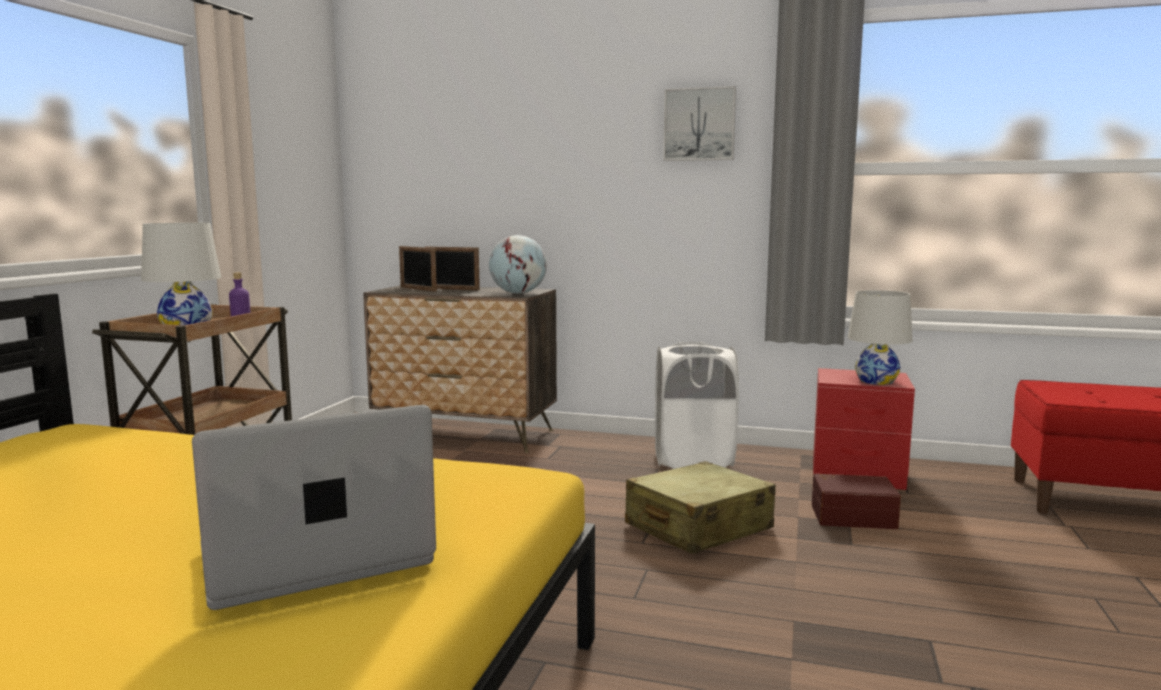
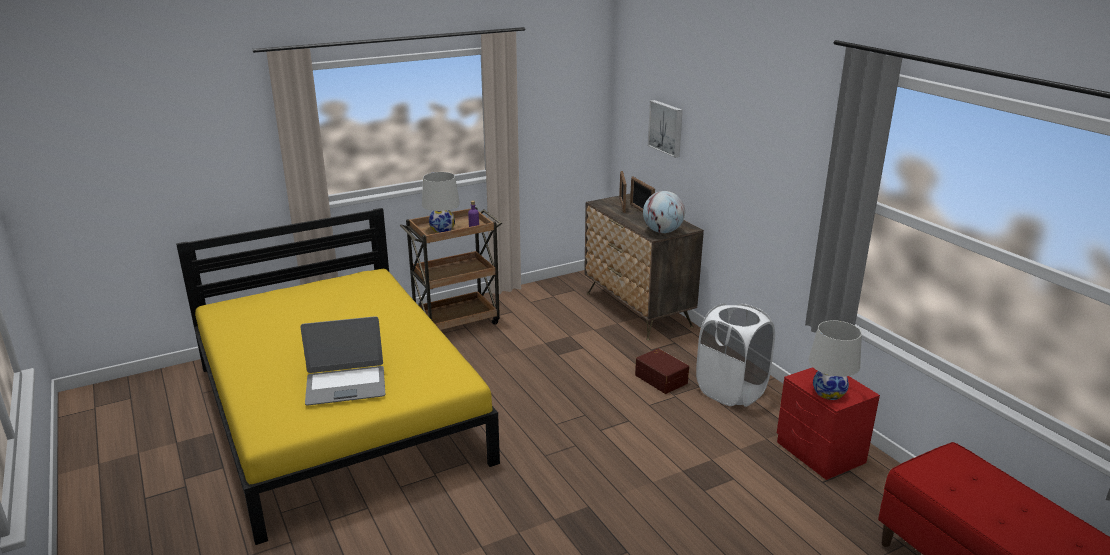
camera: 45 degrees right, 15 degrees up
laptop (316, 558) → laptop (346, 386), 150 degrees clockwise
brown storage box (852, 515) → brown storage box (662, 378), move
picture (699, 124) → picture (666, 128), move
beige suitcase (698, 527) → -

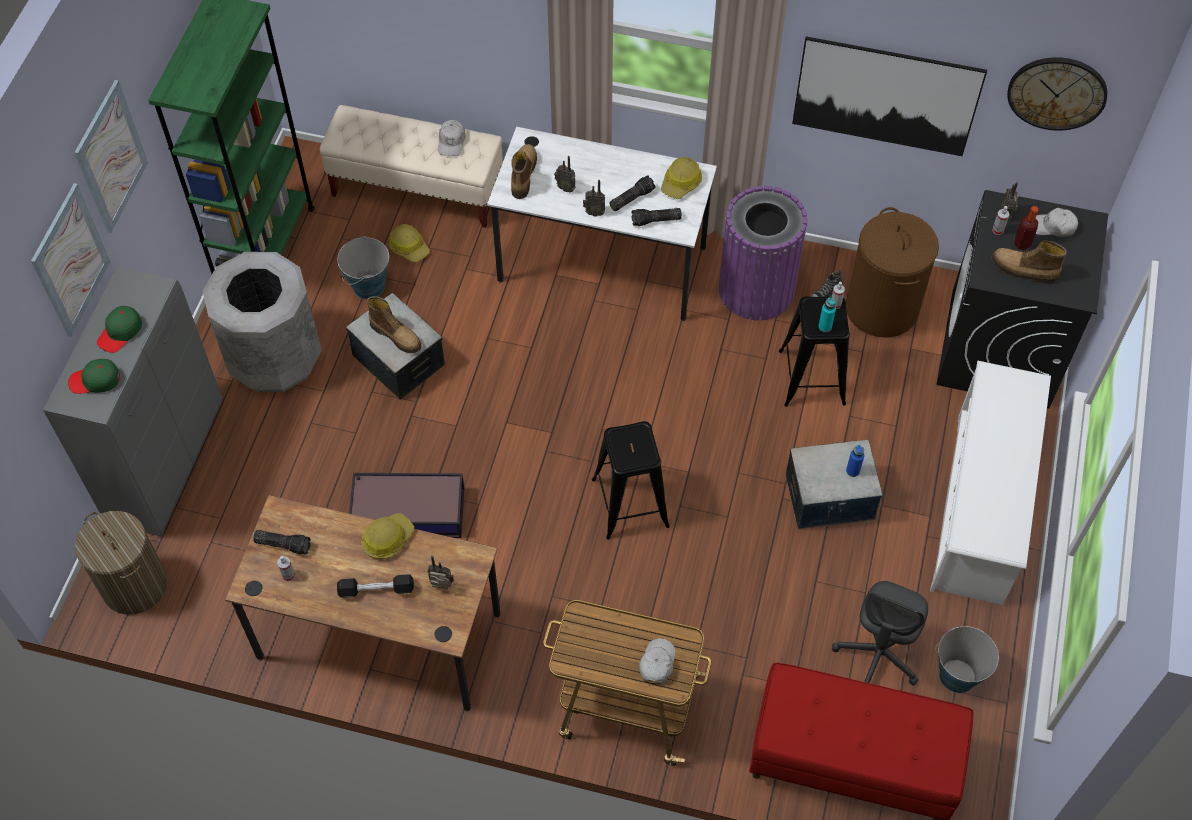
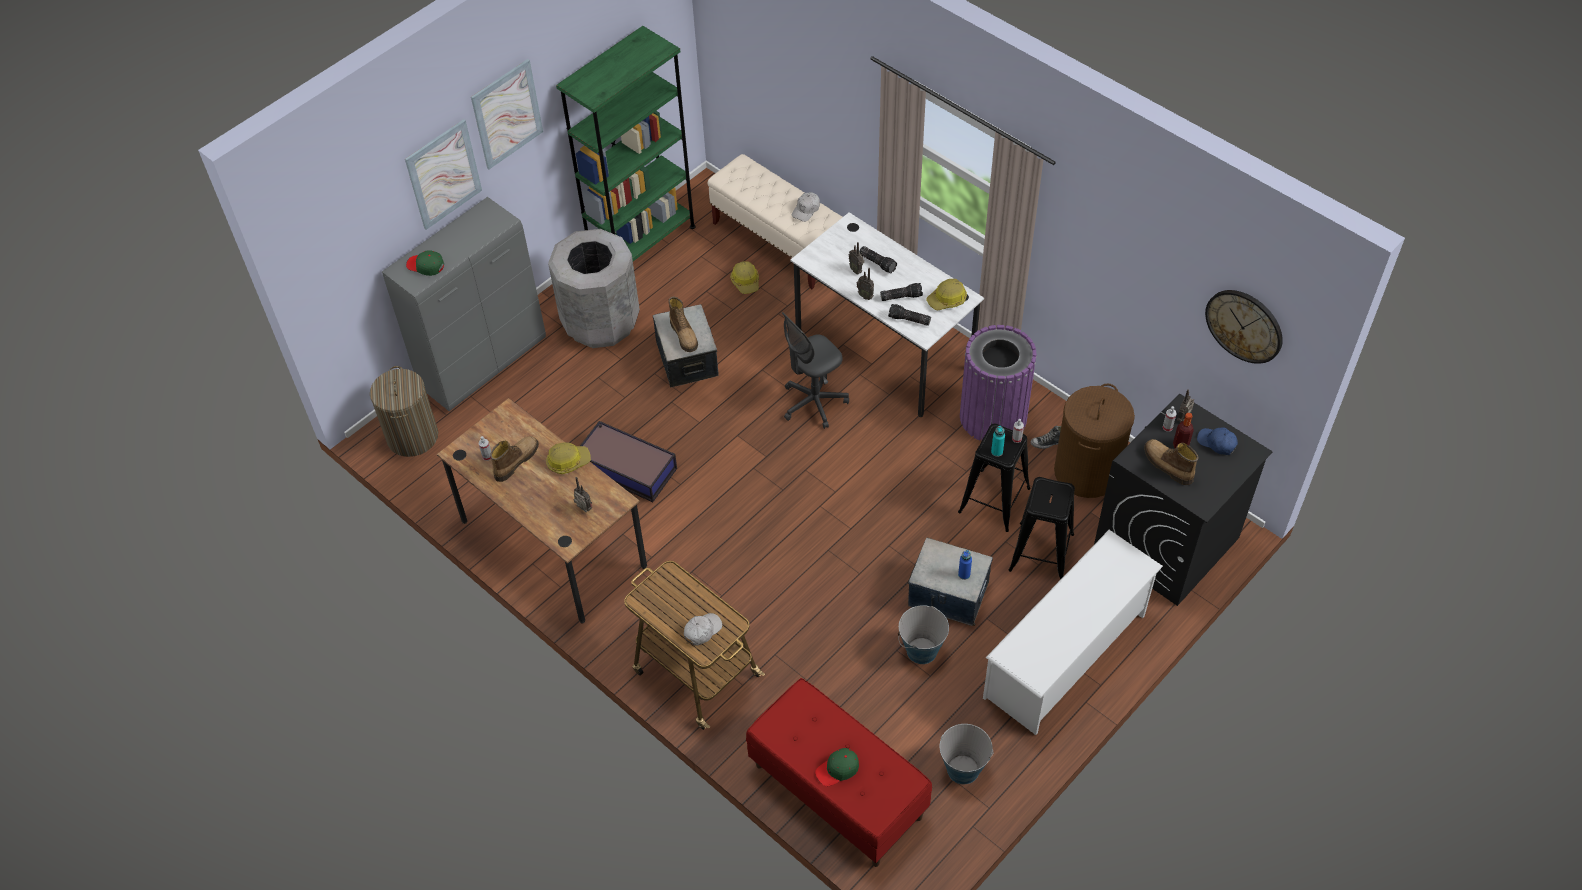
camera: 30 degrees right, 5 degrees down
boot (522, 174) → boot (515, 461), move
grey office chair (878, 656) → grey office chair (814, 403), move
green cap (120, 332) → green cap (837, 769), move
flashlight (283, 544) → flashlight (878, 263), move
bucket (369, 286) → bucket (921, 650), move
black stool (630, 503) → black stool (1041, 552), move
white cap (1053, 227) → blue cap (1217, 443)
black dumbbell (376, 590) → -
picture (886, 96) → -

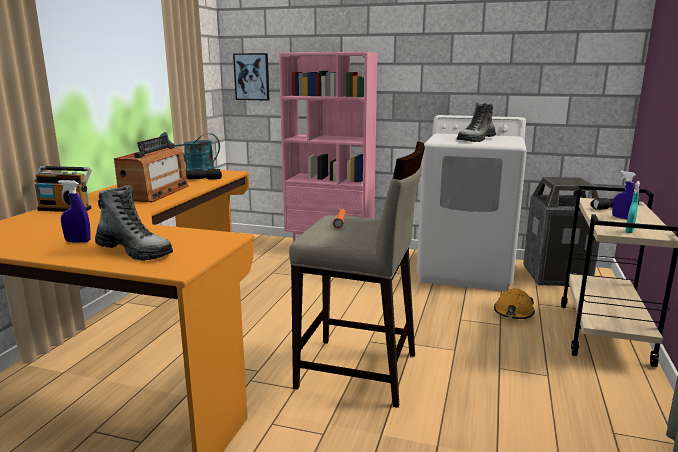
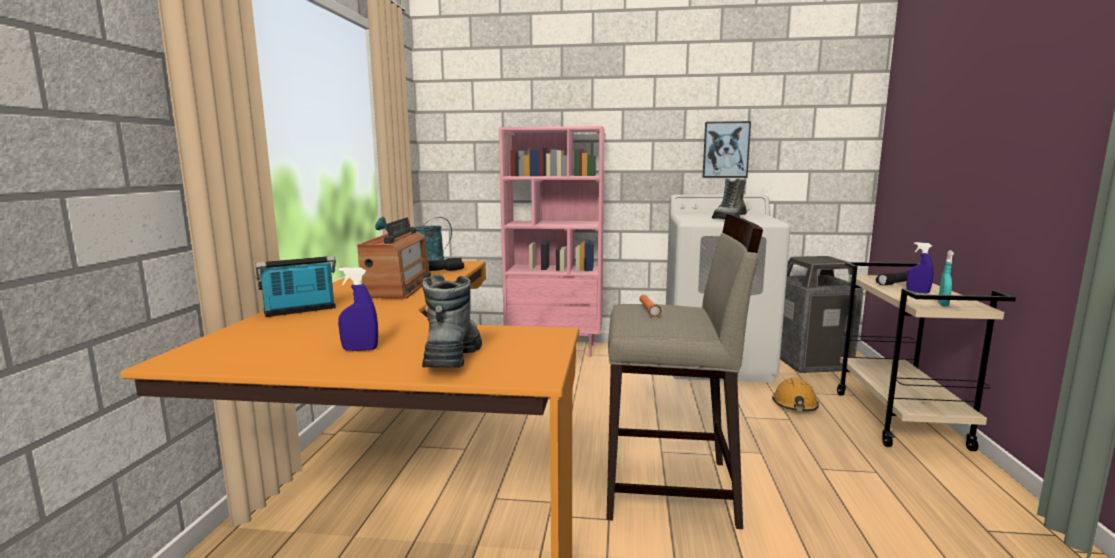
camera: 10 degrees left, 5 degrees down
radio (66, 209) → radio (300, 311), 150 degrees clockwise
boot (135, 251) → boot (453, 357), 105 degrees counterclockwise
picture (252, 76) → picture (725, 149), move

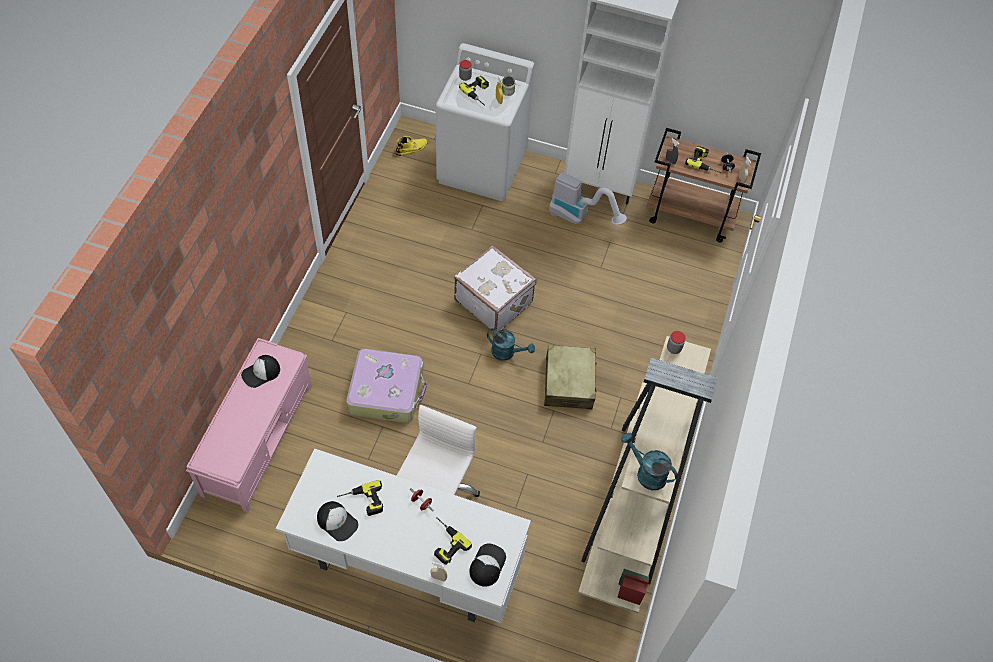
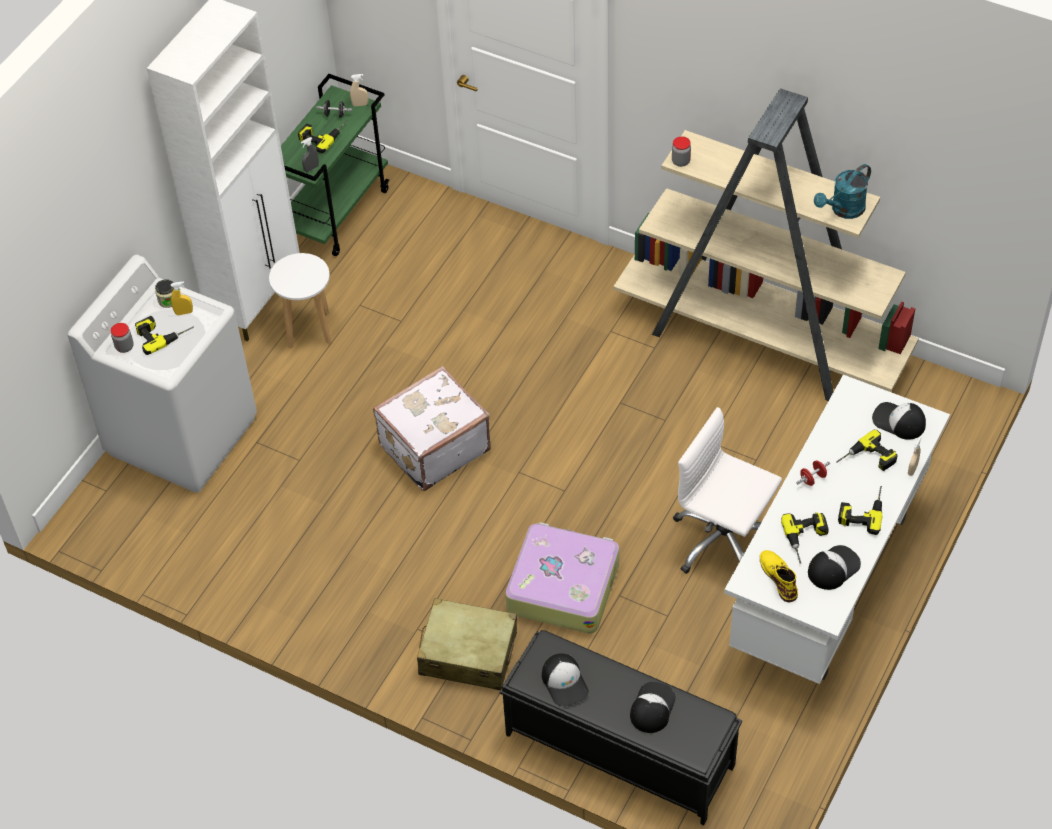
camera: 75 degrees left, 5 degrees down
vacuum cleaner (580, 217) → white stool (308, 331)
brown cart (691, 215) → green cart (335, 212)
beige suitcase (569, 382) → beige suitcase (468, 653), move
pink bench (258, 438) → black bench (618, 749)
- → cap (652, 707)
yellow boot (412, 148) → yellow boot (778, 576), move
- → power drill (861, 509)
turquoise watering can (507, 352) → -

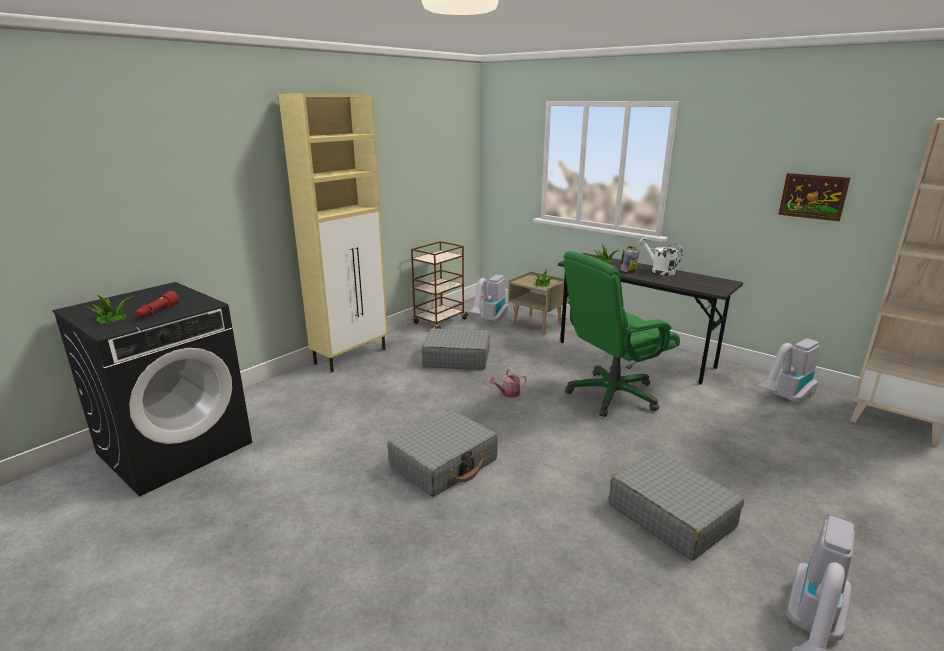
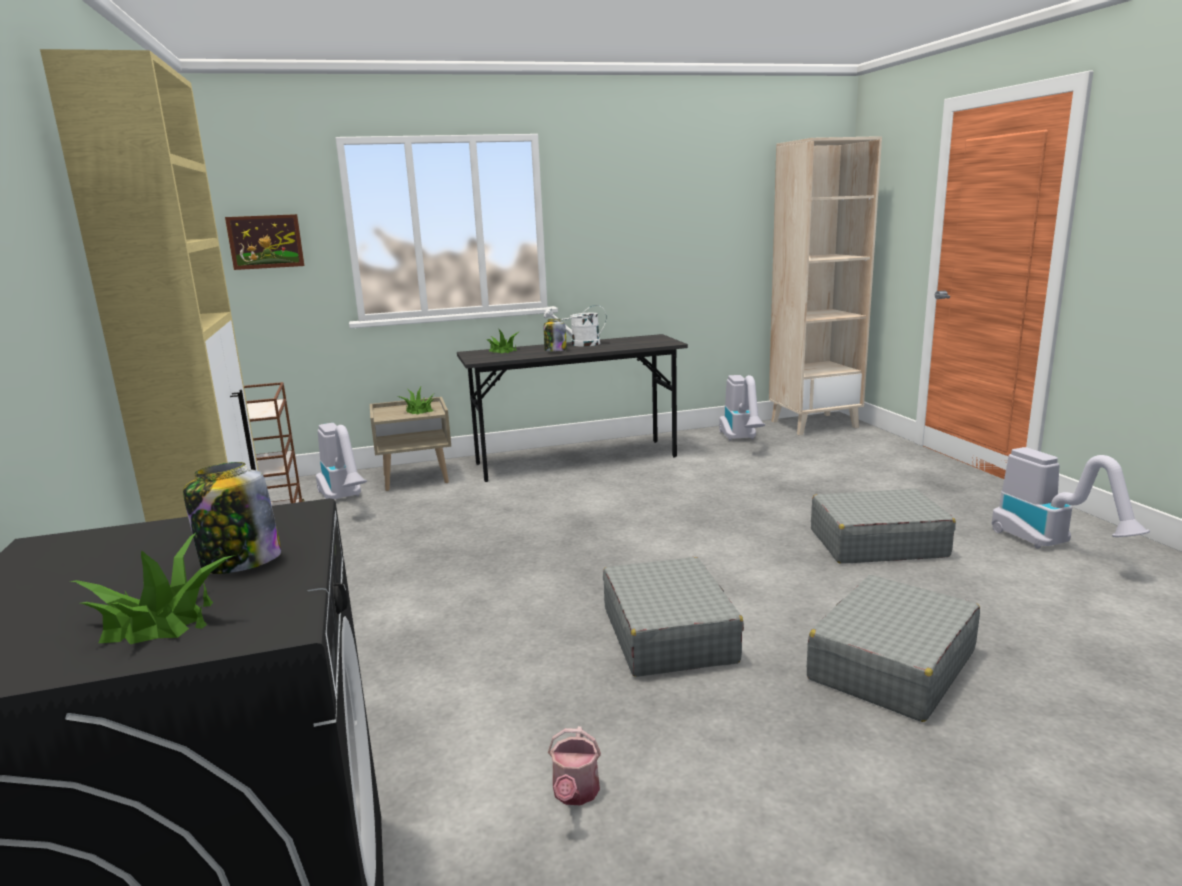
camera: 55 degrees left, 5 degrees down
red flashlight (158, 312) → jar (240, 562)
picture (813, 196) → picture (265, 242), move
watering can (508, 393) → watering can (575, 794), move
grey suitcase (456, 358) → grey suitcase (891, 665), move
green office chair (612, 395) → -

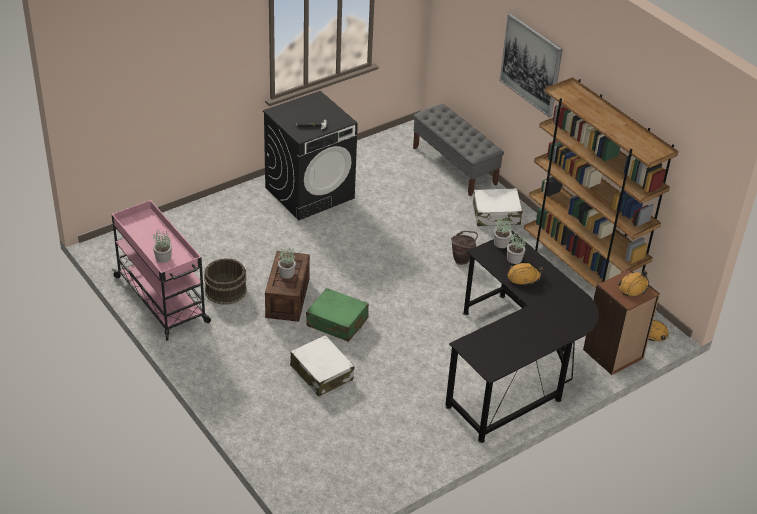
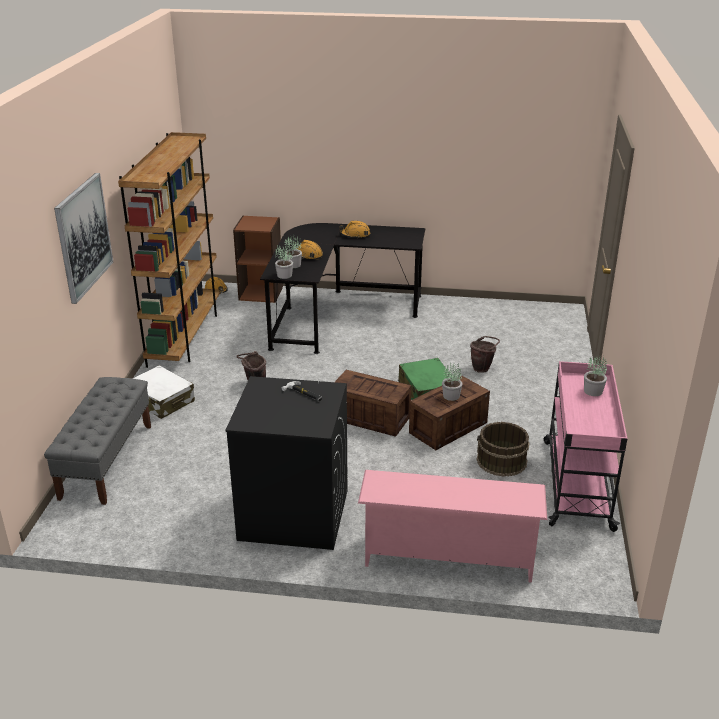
camera: 135 degrees left, 10 degrees down
- → crate (369, 417)
orange hard hat (633, 287) → orange hard hat (355, 235), move
- → pink shoe rack (448, 558)
white suitcase (321, 373) → brown bucket (482, 368)

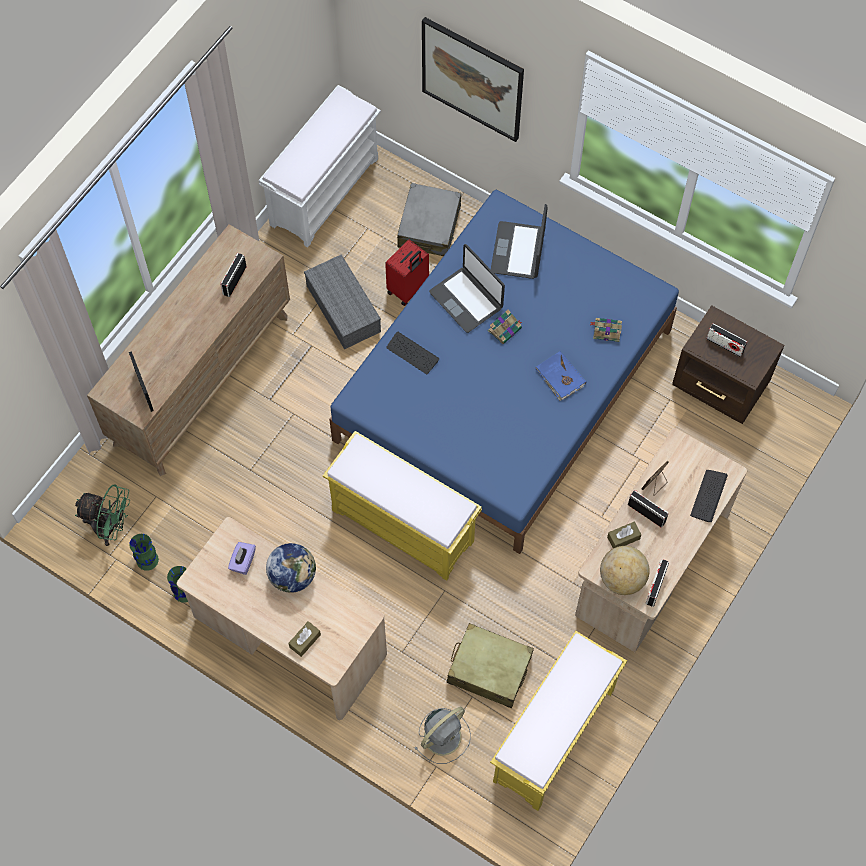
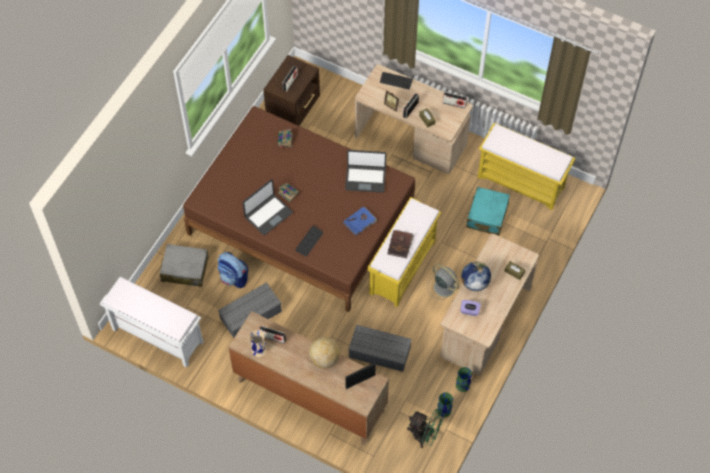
camera: 95 degrees left, 5 degrees down
blue bed (504, 385) → brown bed (301, 219)
red suitcase (408, 289) → backpack (234, 278)
- → beige vase (258, 349)
globe (622, 579) → globe (324, 359), move
blue book (560, 377) → blue book (360, 222), move
laptop (518, 251) → laptop (365, 178), move
- → grey storage box (380, 352)
- → brown book (400, 244)
green fan (110, 528) → green fan (424, 436), 105 degrees clockwise
grey fan (443, 735) → grey fan (443, 286), move
beige suitcase (489, 669) → turquoise suitcase (487, 216)
picture (472, 78) → -

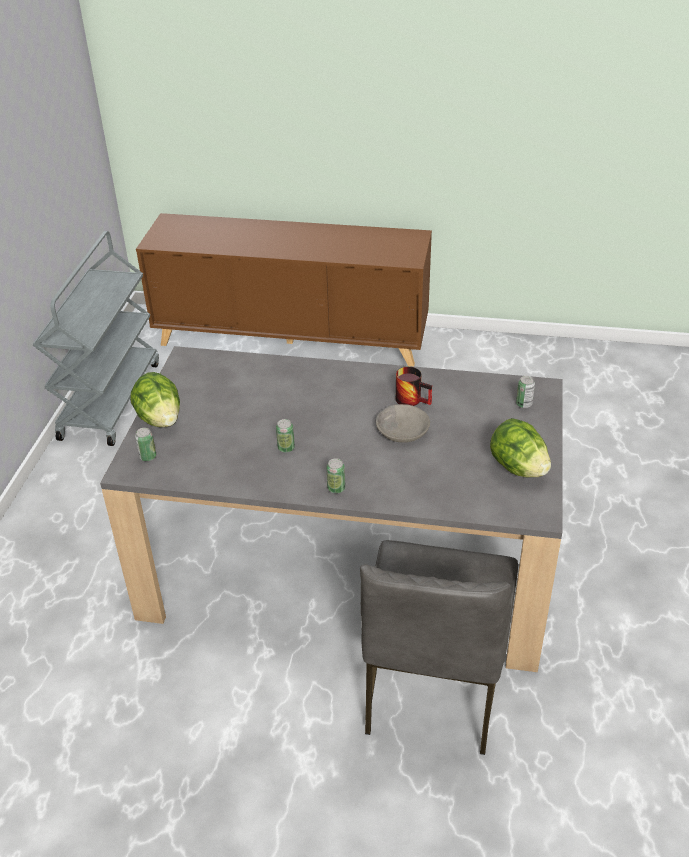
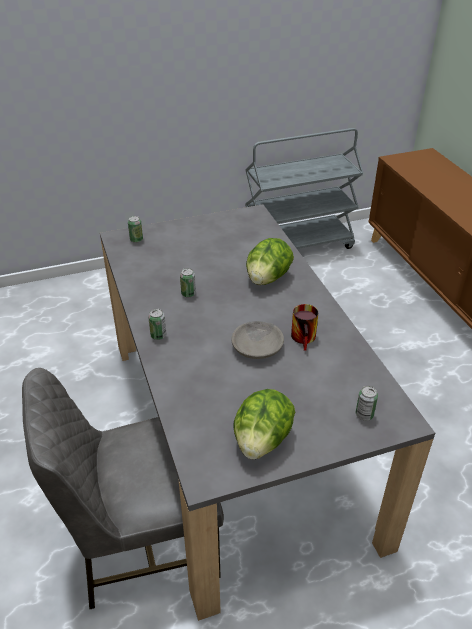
camera: 60 degrees right, 0 degrees up
lettuce (160, 419) → lettuce (267, 279), move

